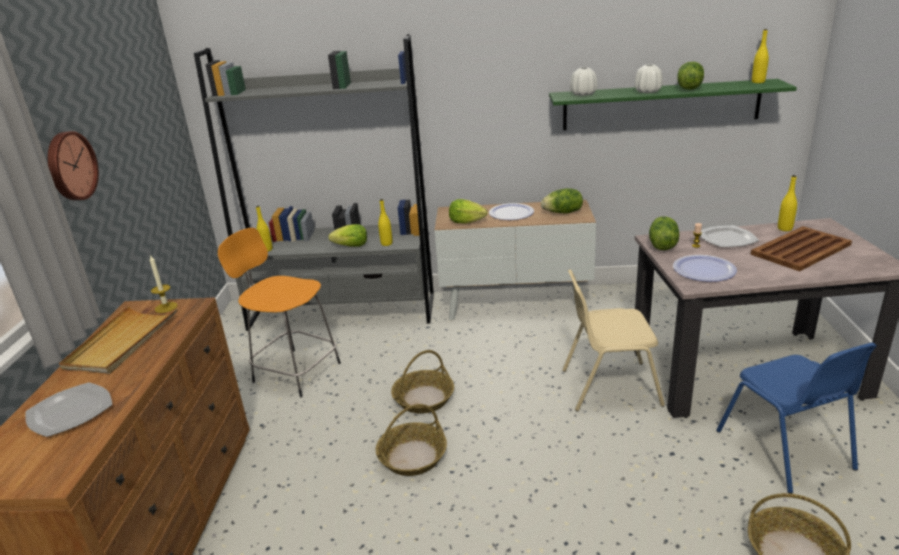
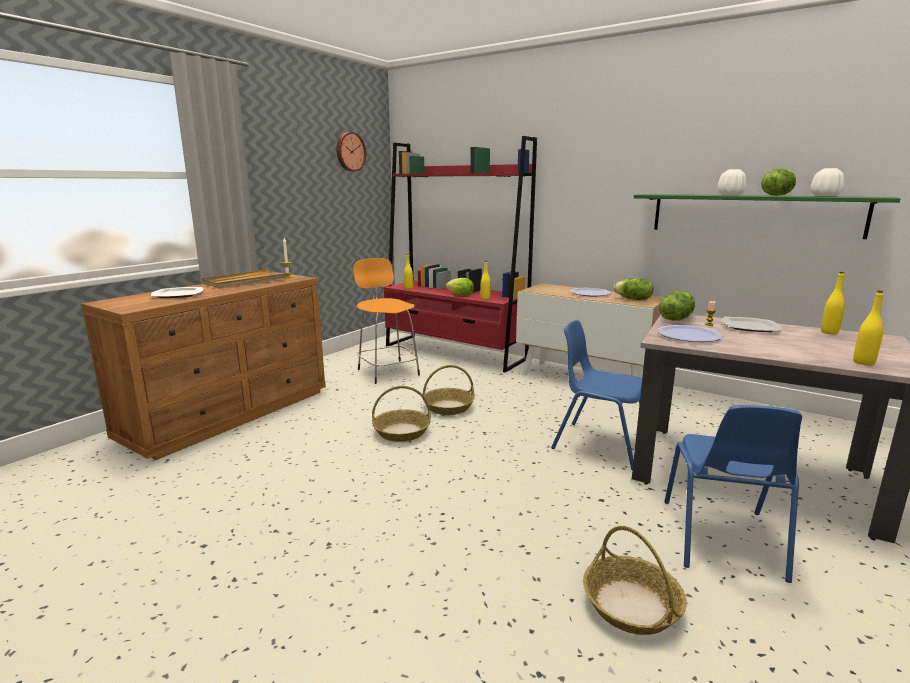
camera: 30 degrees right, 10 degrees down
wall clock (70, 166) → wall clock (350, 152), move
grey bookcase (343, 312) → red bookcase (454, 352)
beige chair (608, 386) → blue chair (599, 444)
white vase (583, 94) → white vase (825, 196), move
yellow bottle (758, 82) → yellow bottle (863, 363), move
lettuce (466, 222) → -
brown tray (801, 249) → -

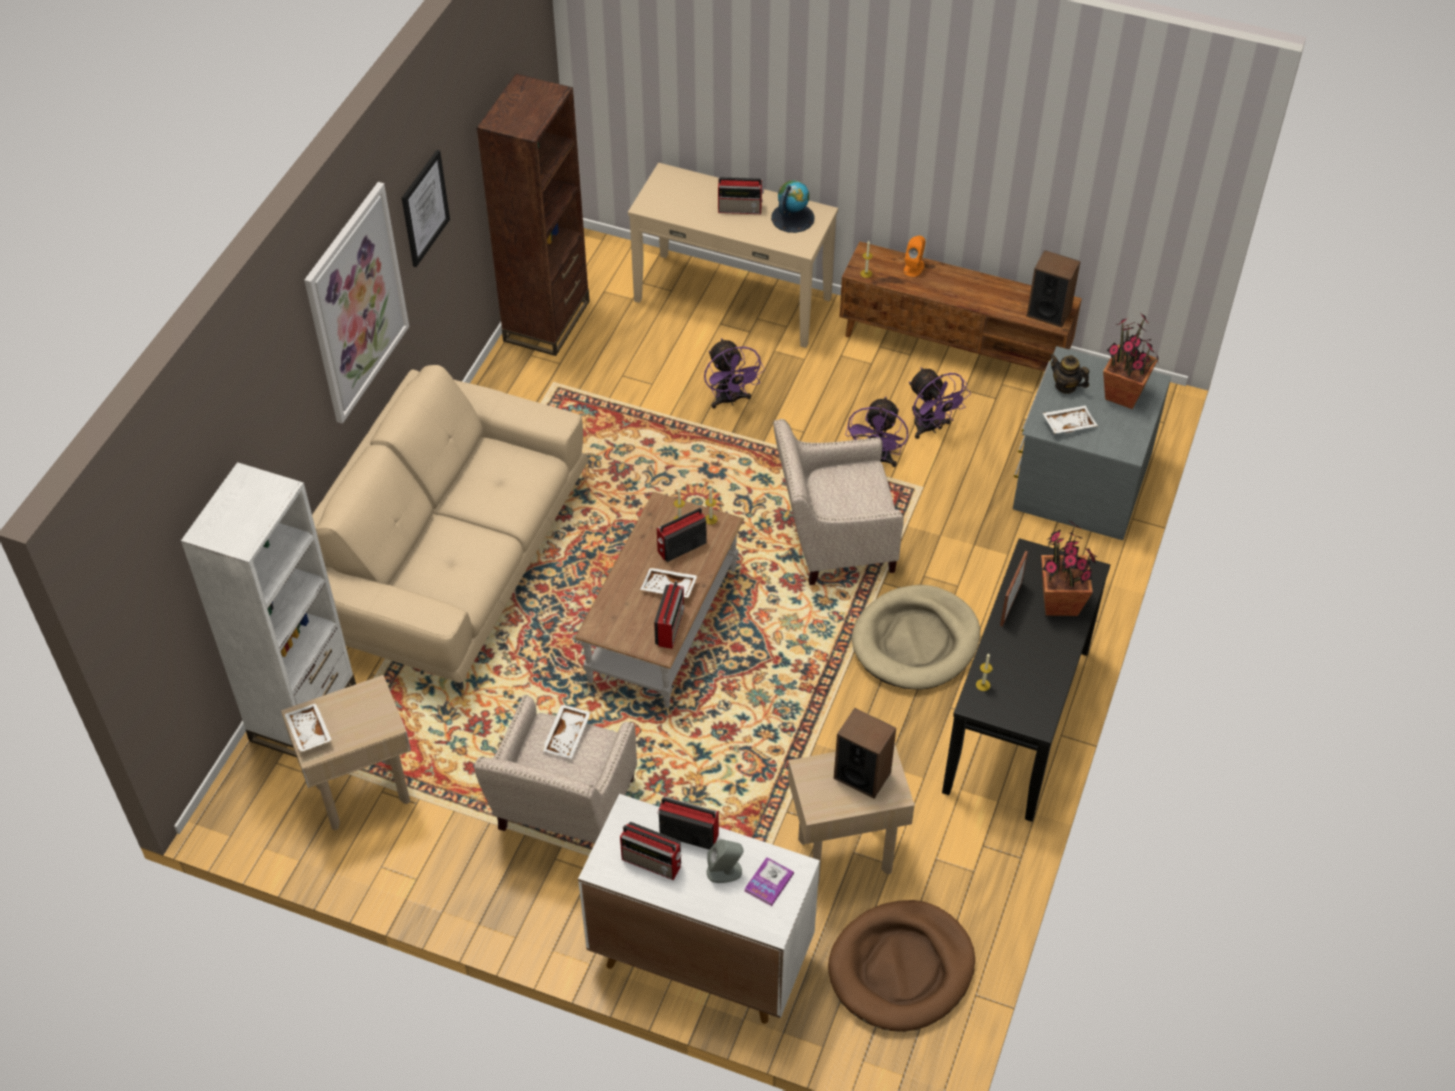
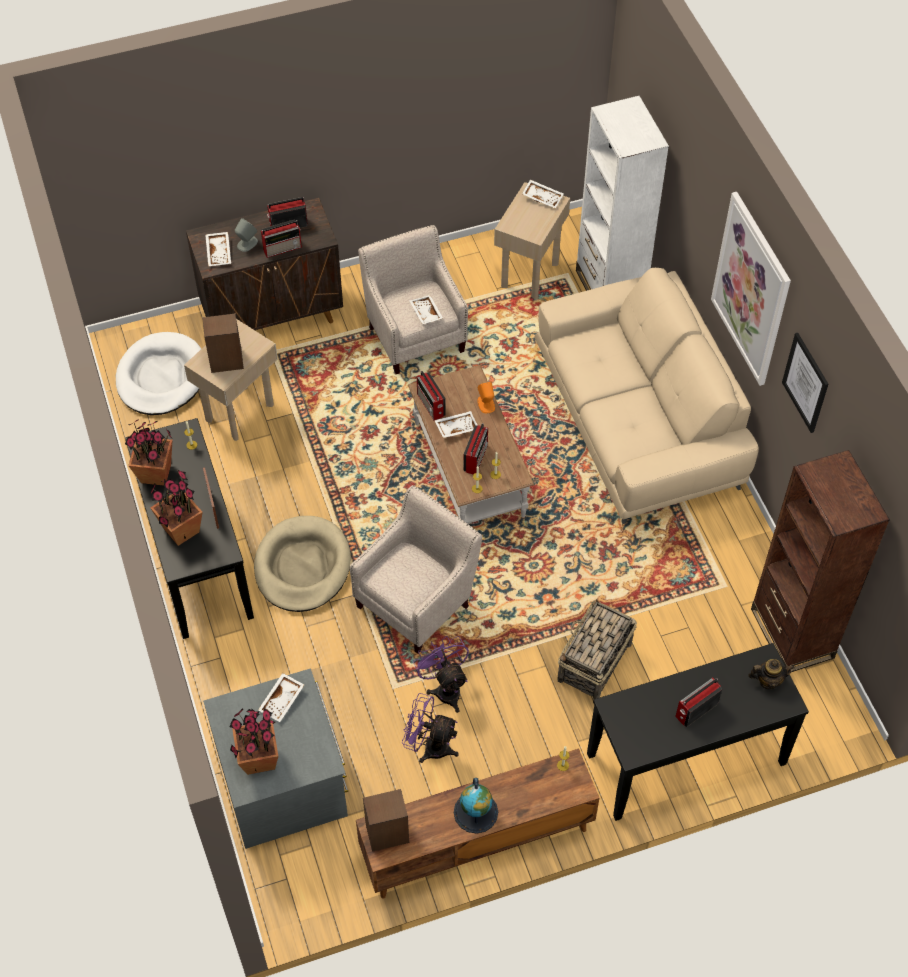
camera: 140 degrees right, 5 degrees up
brown dog bed (901, 968) → white dog bed (161, 377)
- → potted plant (156, 474)
white cabinet (699, 958) → brown cabinet (273, 315)
book (769, 882) → white tray (219, 252)
globe (792, 218) → globe (476, 812), move
orange speaker (914, 267) → orange speaker (486, 404), move
purple fan (730, 400) → basket (593, 663)
beige console table (733, 299) → black console table (686, 759)
teapot (1066, 386) → teapot (768, 680), move

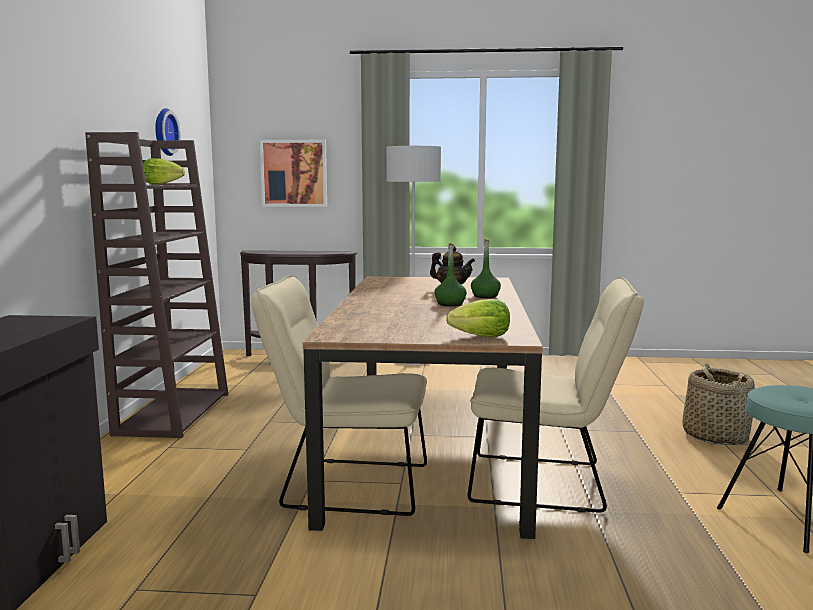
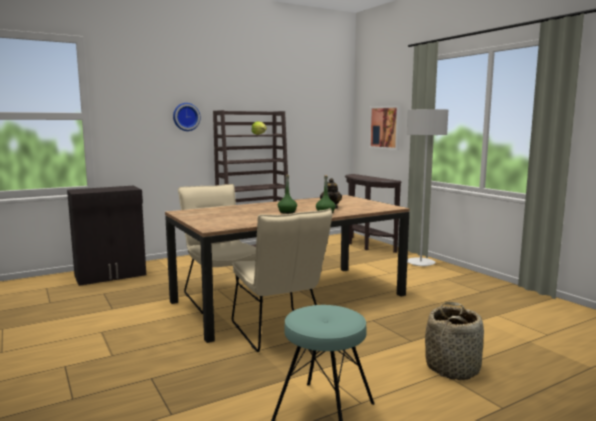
camera: 55 degrees right, 0 degrees up
wall clock (163, 132) → wall clock (186, 117), move
lettuce (481, 337) → -

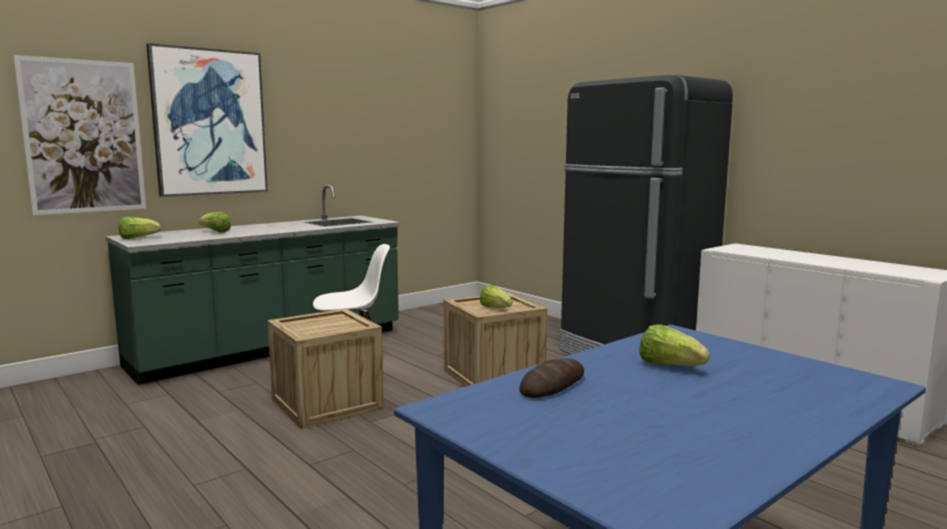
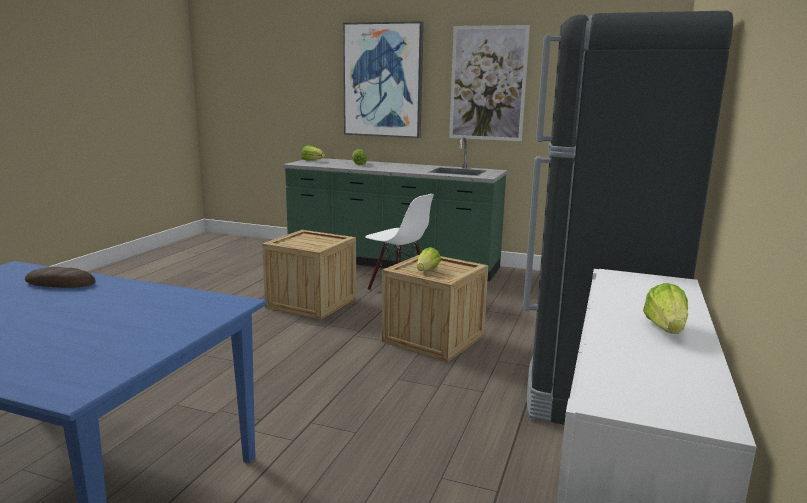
camera: 60 degrees right, 5 degrees up
picture (84, 137) → picture (488, 83), move
lettuce (669, 366) → lettuce (665, 329), move

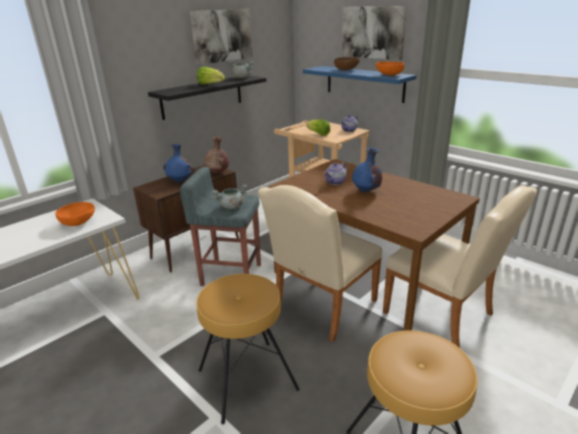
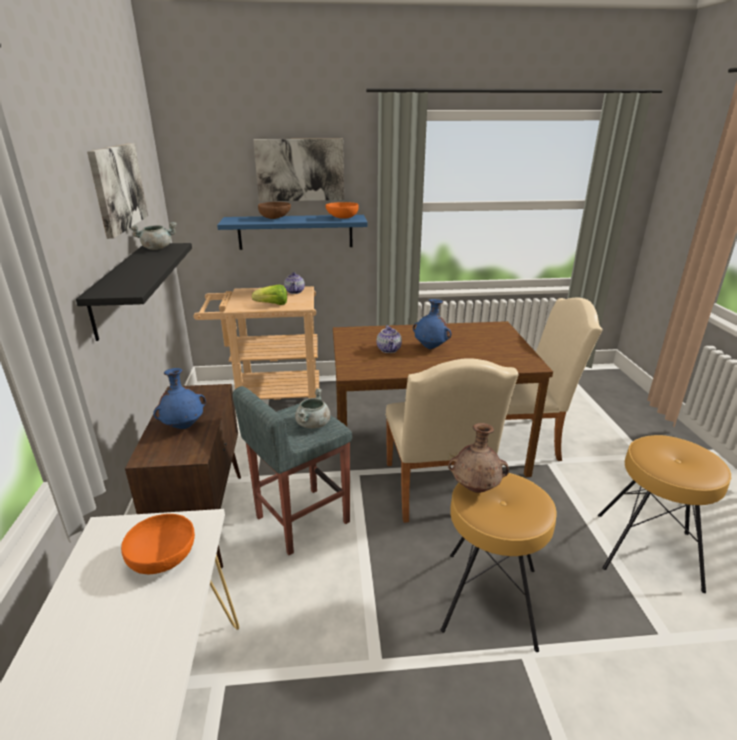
camera: 50 degrees left, 0 degrees up
brown vase (218, 173) → brown vase (476, 488), move
lettuce (210, 84) → -

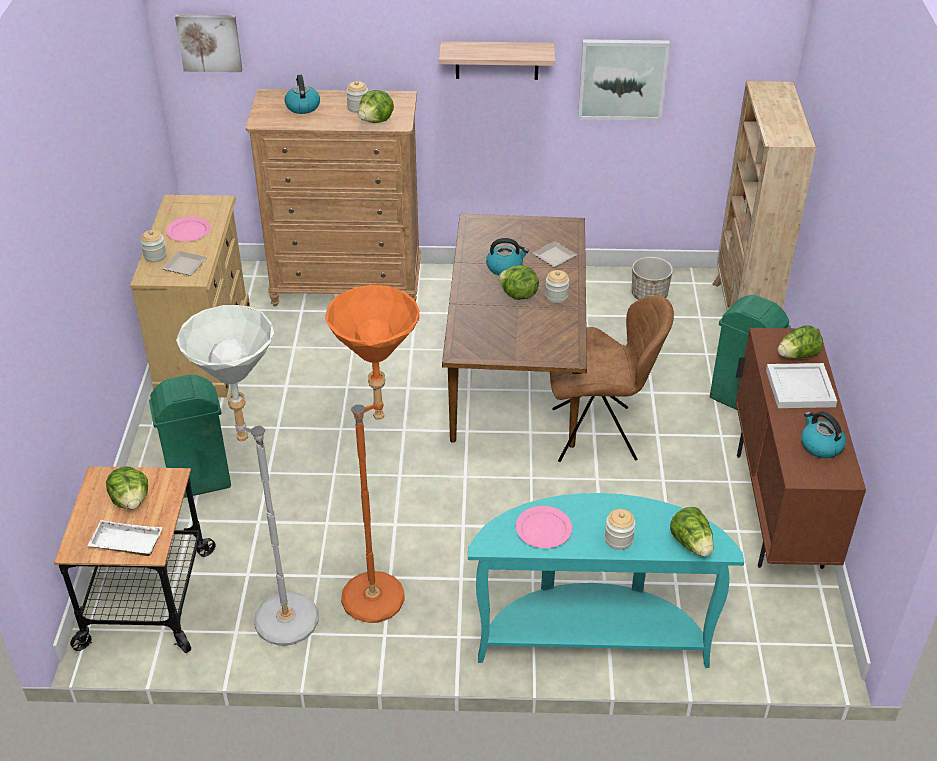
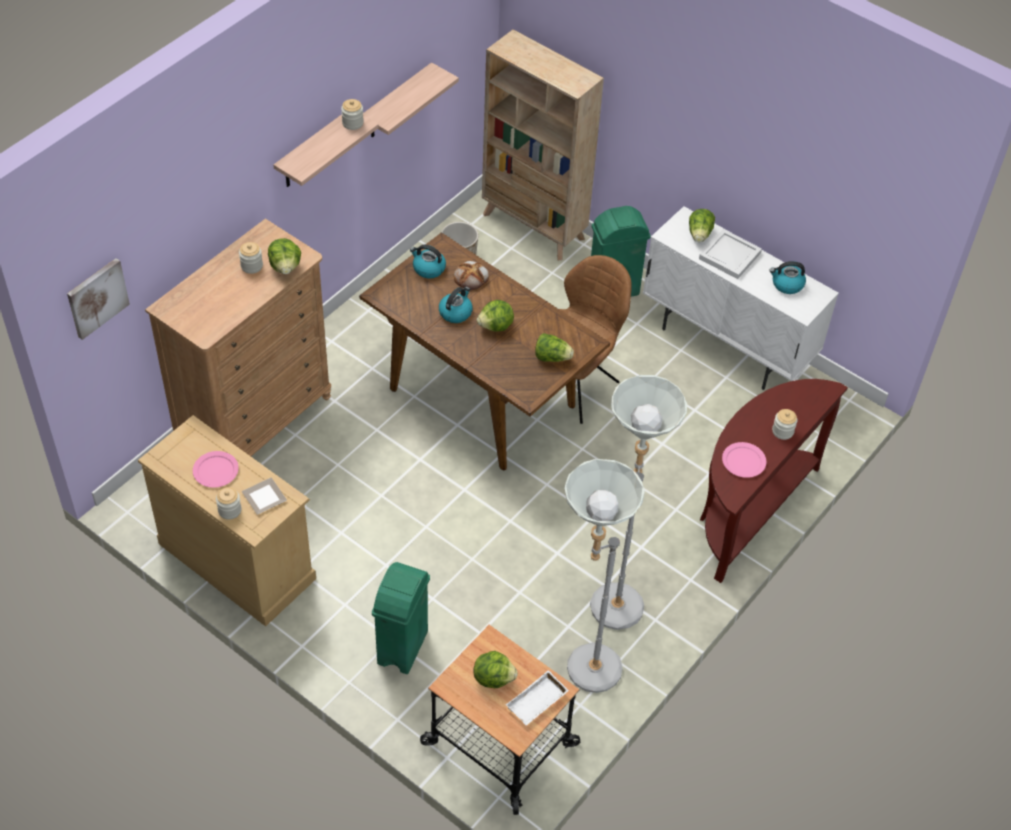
camera: 55 degrees left, 10 degrees up
jar (556, 296) → jar (352, 123), move
picture (622, 79) → shelf (396, 102)
kettle (302, 106) → kettle (428, 269), move
plate (556, 256) → bread (471, 277)
lettuce (692, 544) → lettuce (552, 357), move
orange floor lamp (385, 592) → grey floor lamp (617, 596)
brown cabinet (778, 510) → white cabinet (726, 345)
turquoise console table (592, 637) → brown console table (748, 510)

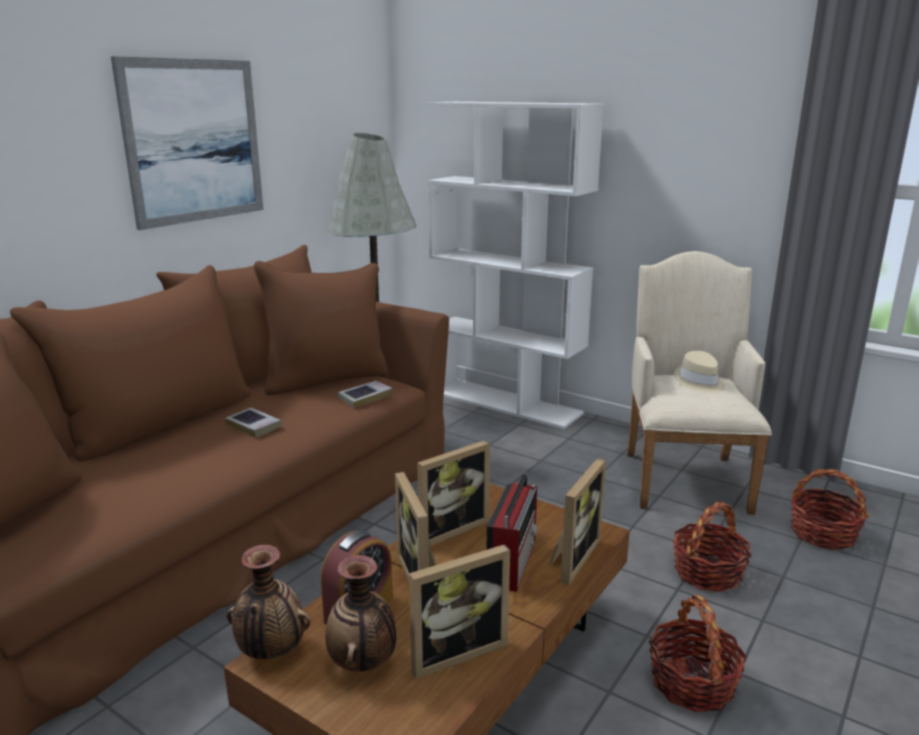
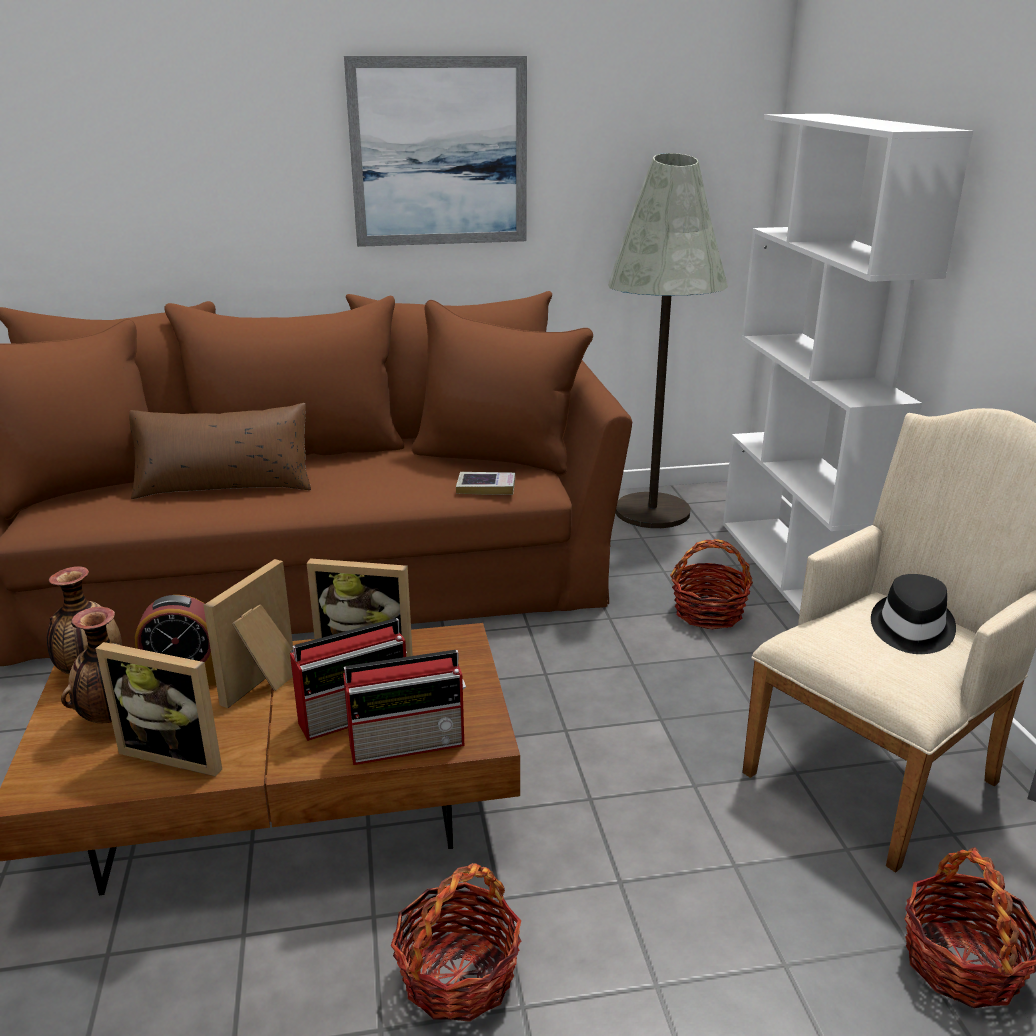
camera: 45 degrees right, 5 degrees up
- → brown pillow (224, 486)
picture frame (571, 558) → radio (409, 743)
basket (707, 572) → basket (708, 612), move
beige hat (699, 382) → black hat (910, 628)
book (254, 426) → -

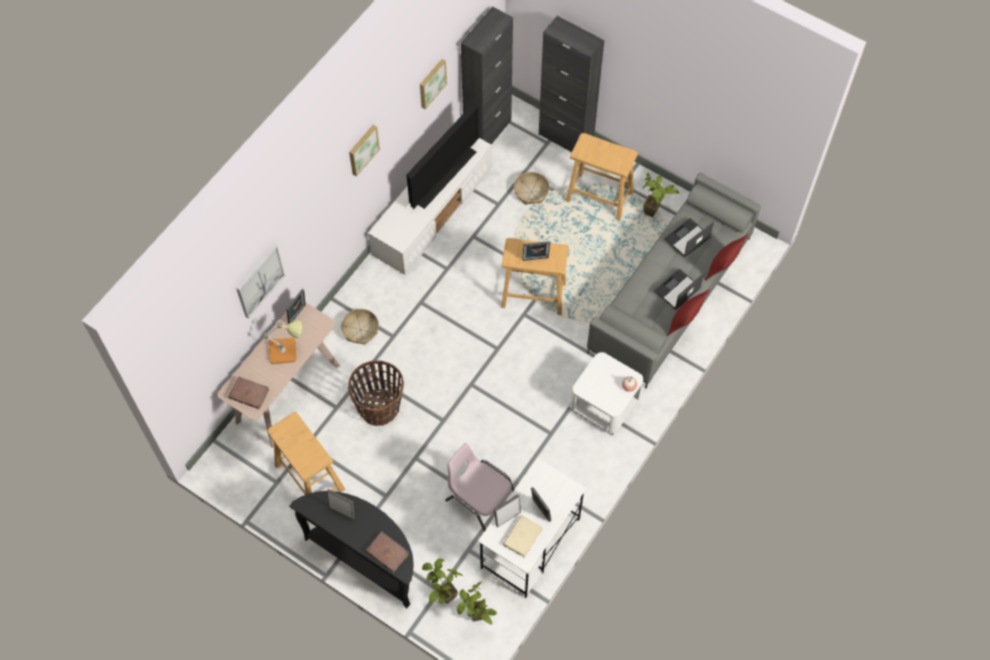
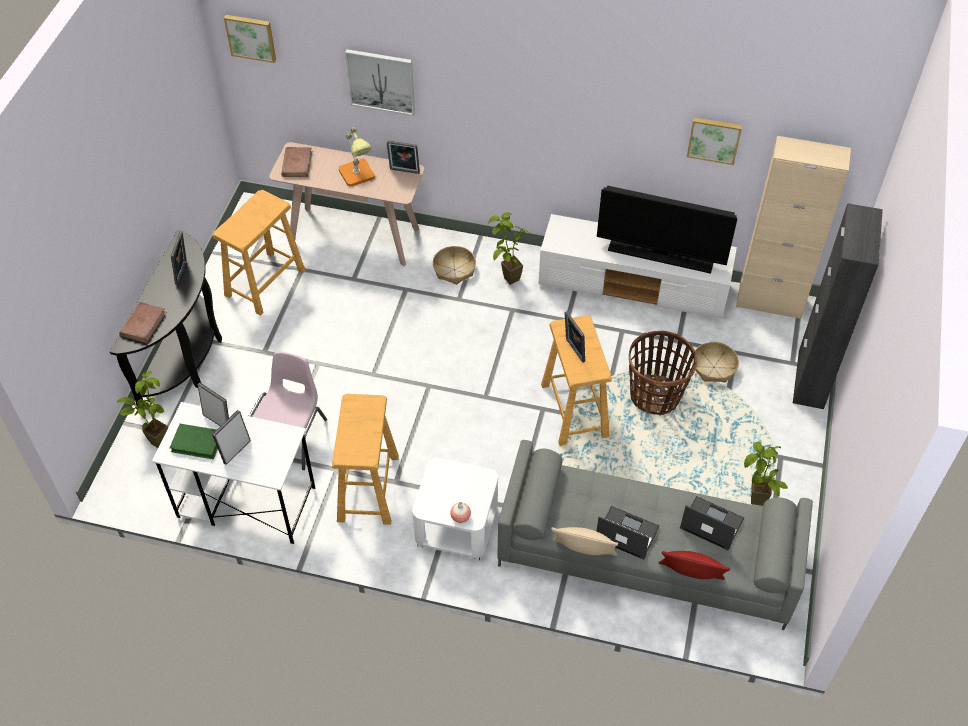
camera: 70 degrees right, 10 degrees down
beige book (522, 536) → green book (197, 443)
picture (362, 149) → picture (251, 37), move
beige stool (599, 196) → beige stool (368, 489), move
potted plant (477, 621) → potted plant (505, 280), move
red pillow (684, 322) → beige pillow (583, 555)
basket (379, 407) → basket (655, 396), move
black cabinet (487, 132) → beige cabinet (769, 302)

